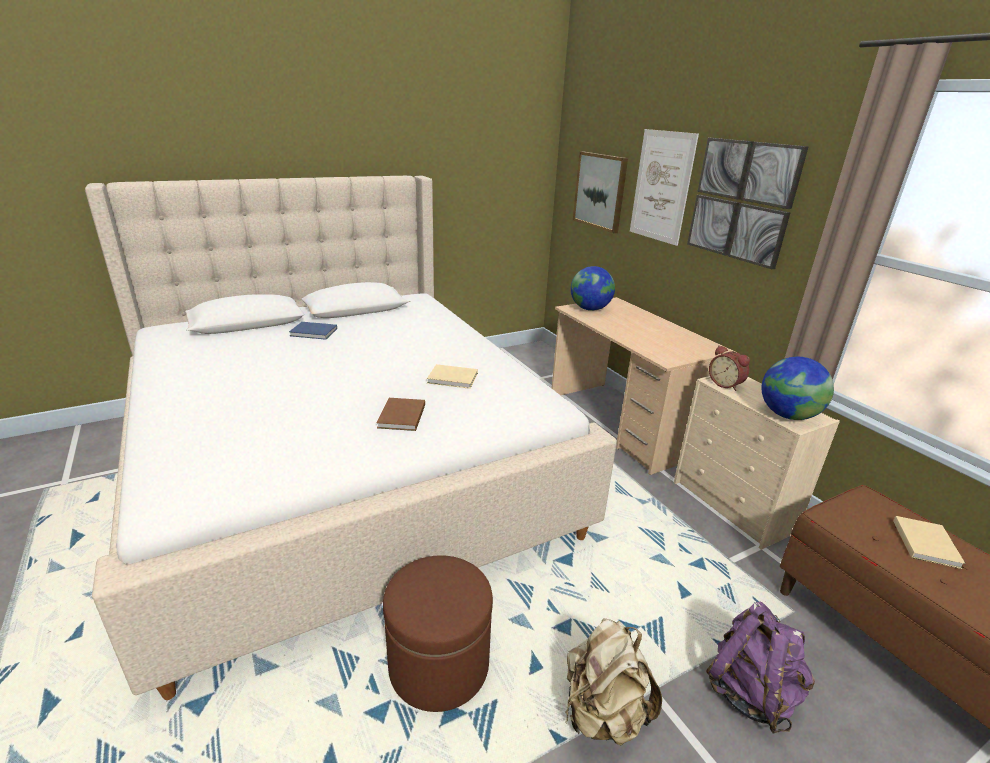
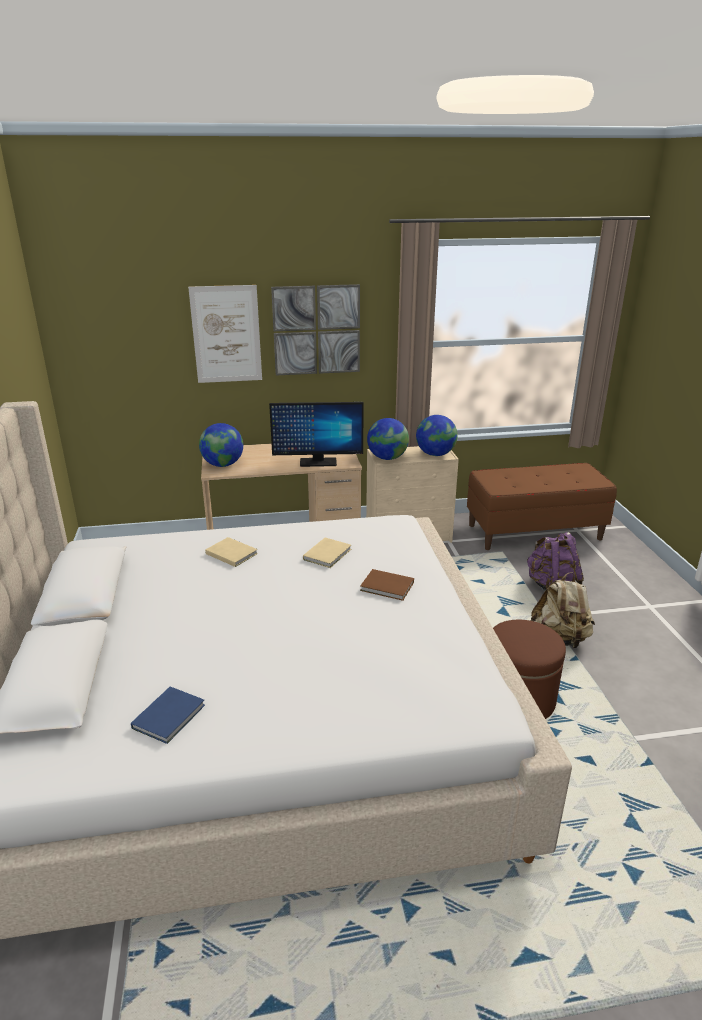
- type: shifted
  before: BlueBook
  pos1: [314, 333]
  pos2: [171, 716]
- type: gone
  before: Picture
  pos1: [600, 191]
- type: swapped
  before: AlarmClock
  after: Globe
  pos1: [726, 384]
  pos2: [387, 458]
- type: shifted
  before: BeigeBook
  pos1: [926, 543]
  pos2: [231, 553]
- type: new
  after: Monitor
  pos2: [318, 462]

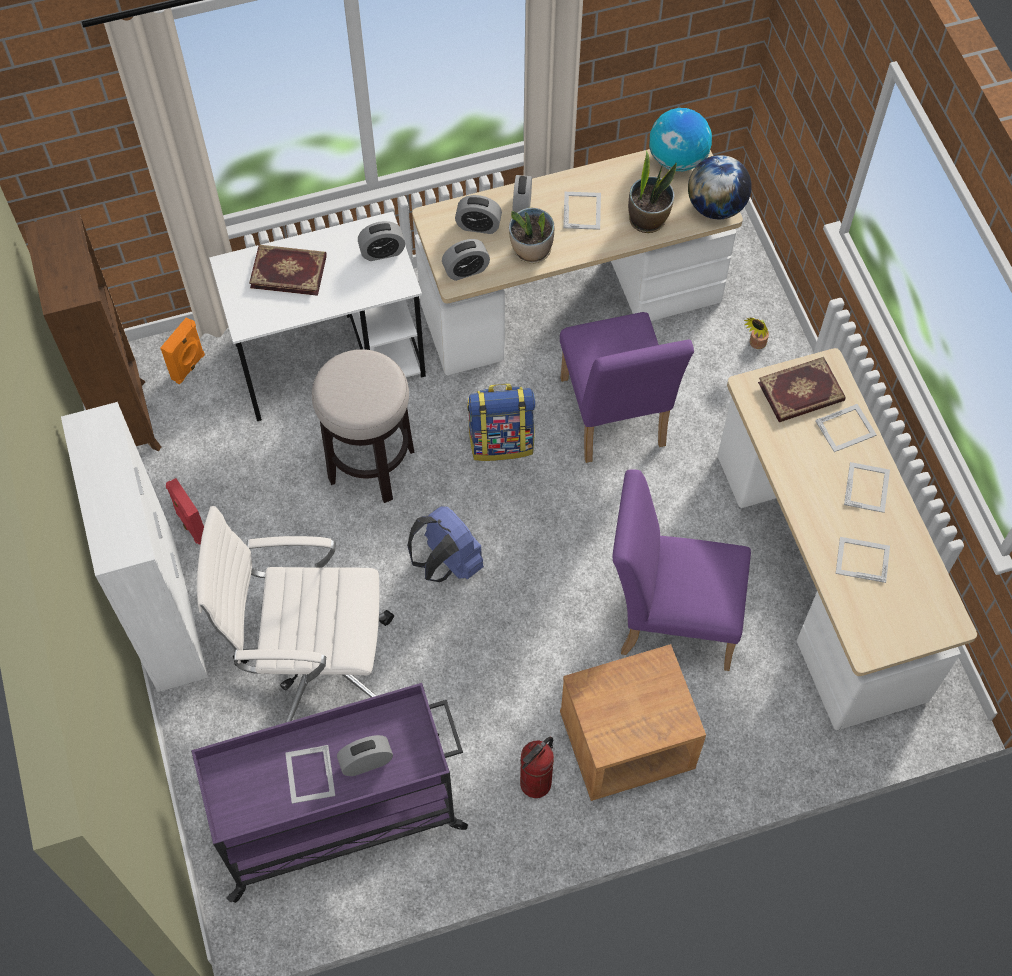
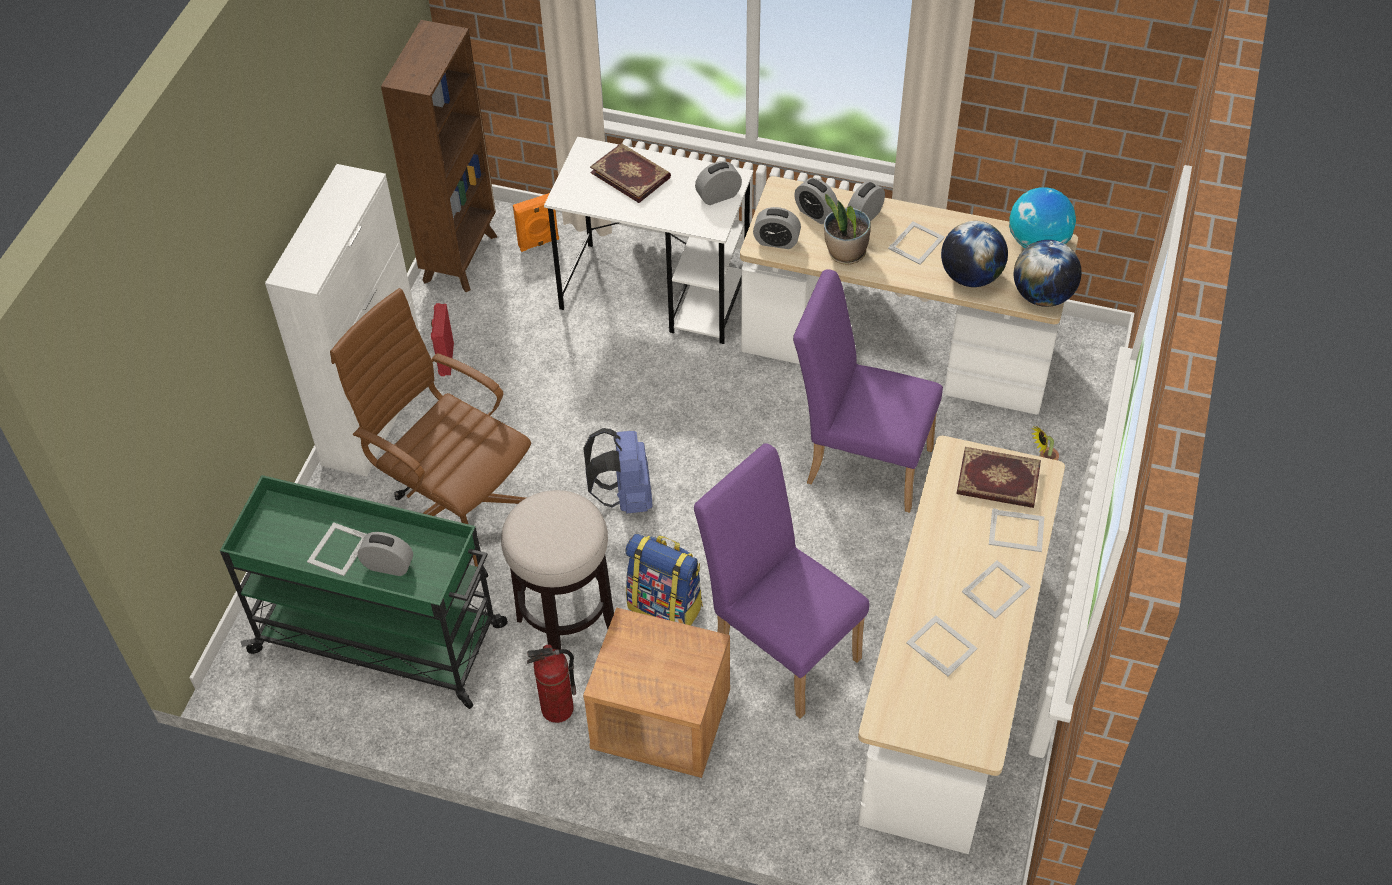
- type: repainted
  before: PurpleCart
  after: GreenCart
  pos1: [341, 816]
  pos2: [382, 639]
- type: repainted
  before: WhiteOfficeChair
  after: BrownOfficeChair
  pos1: [313, 661]
  pos2: [456, 510]
- type: shifted
  before: Stool
  pos1: [371, 465]
  pos2: [566, 624]
- type: rotated
  before: AlarmClock
  pos1: [382, 252]
  pos2: [718, 196]
  turn: 135
- type: shifted
  before: Backpack
  pos1: [502, 441]
  pos2: [666, 606]
- type: rotated
  before: PurpleChair
  pos1: [614, 420]
  pos2: [860, 460]
  turn: 90
- type: swapped
  before: PottedPlant
  after: Globe
  pos1: [648, 219]
  pos2: [970, 276]

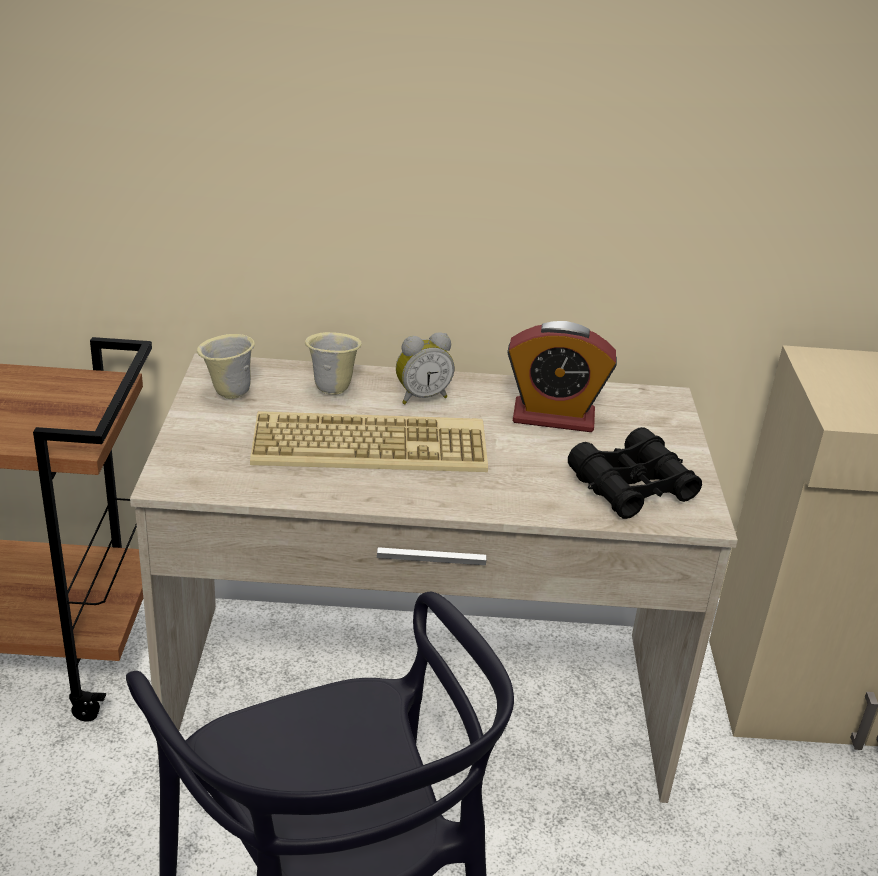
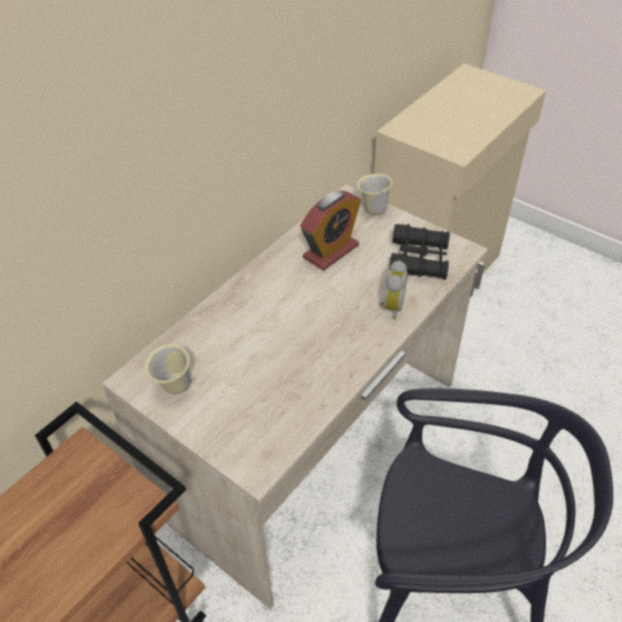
- type: gone
  before: Keyboard
  pos1: [372, 444]
- type: shifted
  before: BeigeMug
  pos1: [332, 388]
  pos2: [373, 210]
- type: shifted
  before: AlarmClock
  pos1: [421, 397]
  pos2: [391, 306]

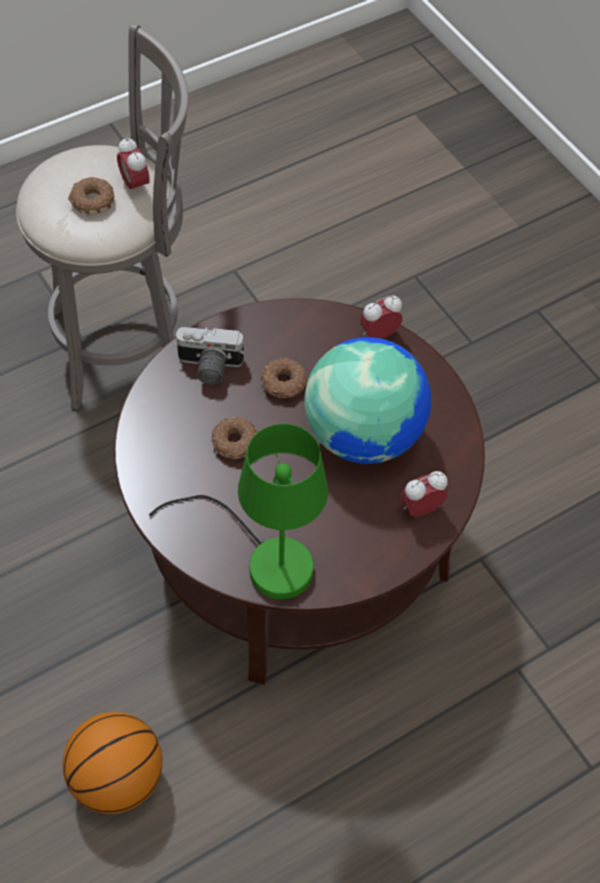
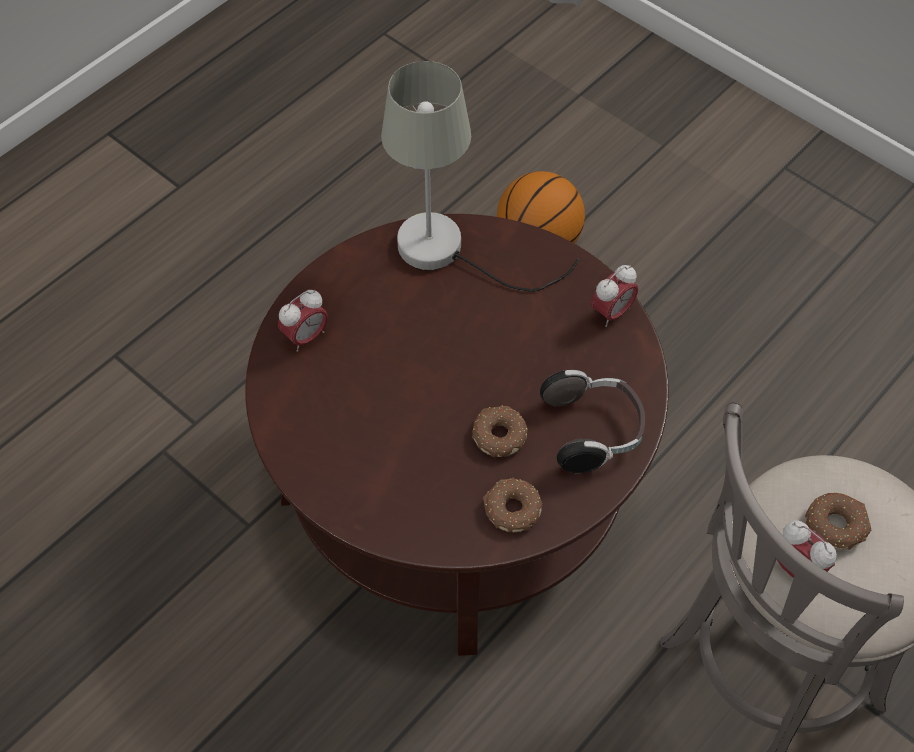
- type: repainted
  before: GreenTableLamp
  after: GreyTableLamp
  pos1: [265, 558]
  pos2: [448, 251]
- type: swapped
  before: PhotoCamera
  after: Headphones
  pos1: [208, 367]
  pos2: [593, 431]
- type: shifted
  before: Donut
  pos1: [235, 443]
  pos2: [511, 509]
- type: gone
  before: Globe
  pos1: [364, 434]
- type: shifted
  before: AlarmClock
  pos1: [379, 334]
  pos2: [612, 313]

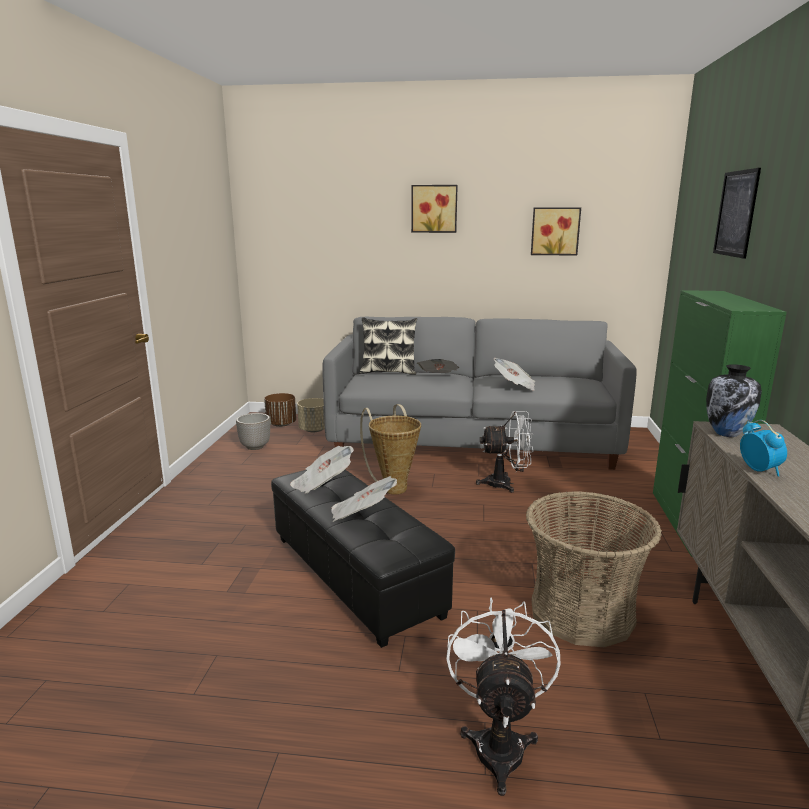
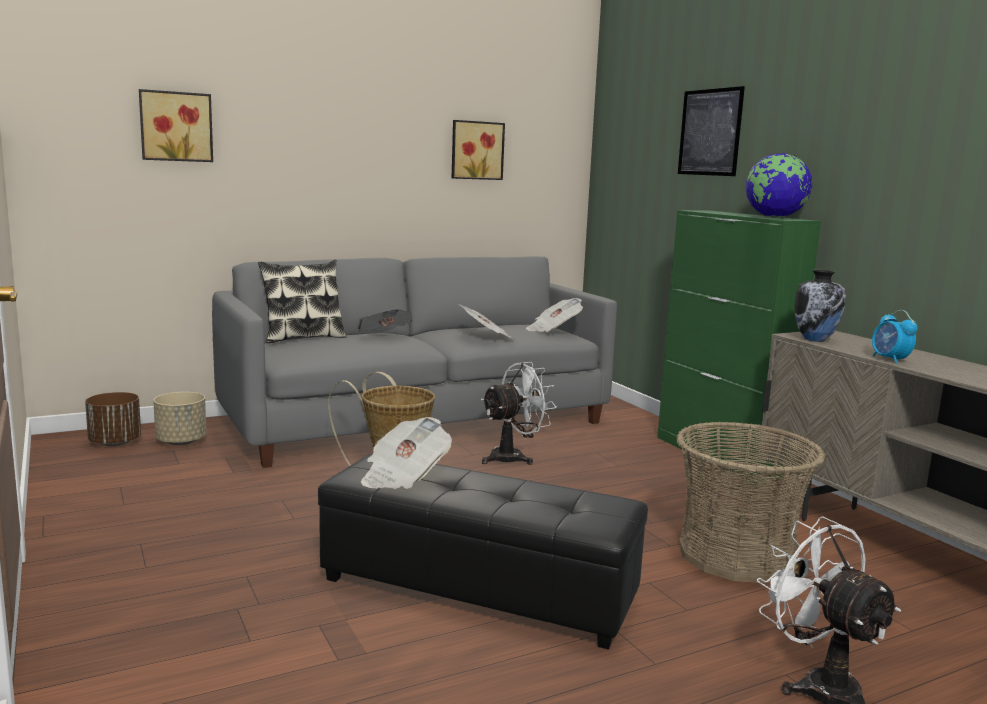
- type: gone
  before: Planter
  pos1: [254, 447]
- type: shifted
  before: Newspaper
  pos1: [361, 515]
  pos2: [553, 330]
- type: shifted
  before: Picture
  pos1: [434, 209]
  pos2: [176, 126]
- type: rotated
  before: AlarmClock
  pos1: [759, 470]
  pos2: [890, 360]
  turn: -150
- type: new
  after: Globe
  pos2: [774, 217]

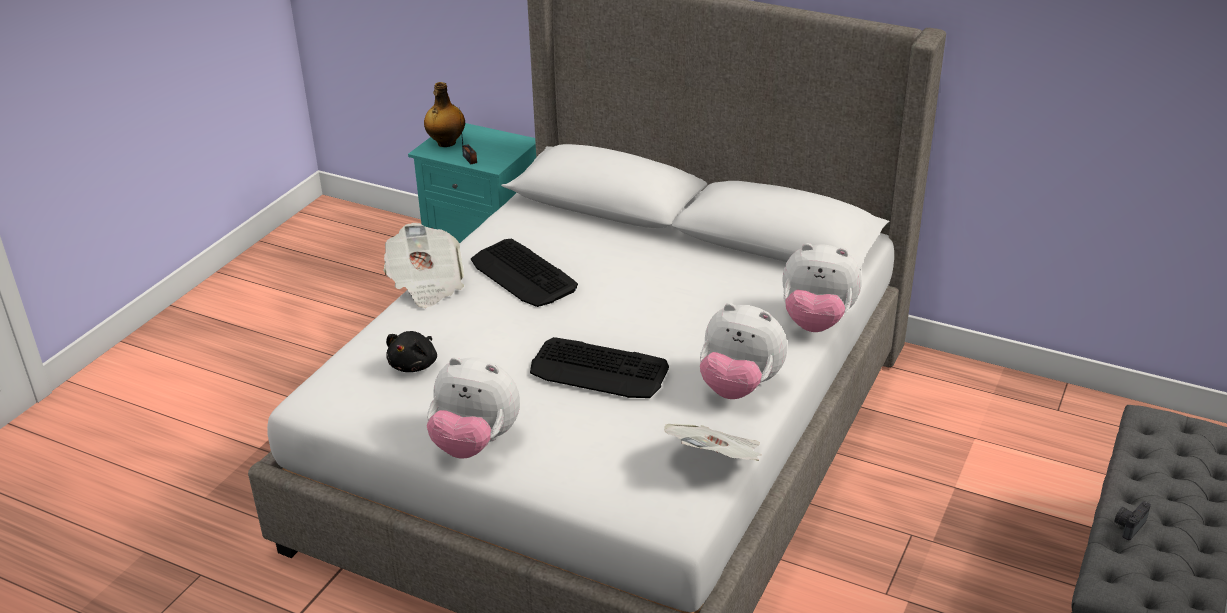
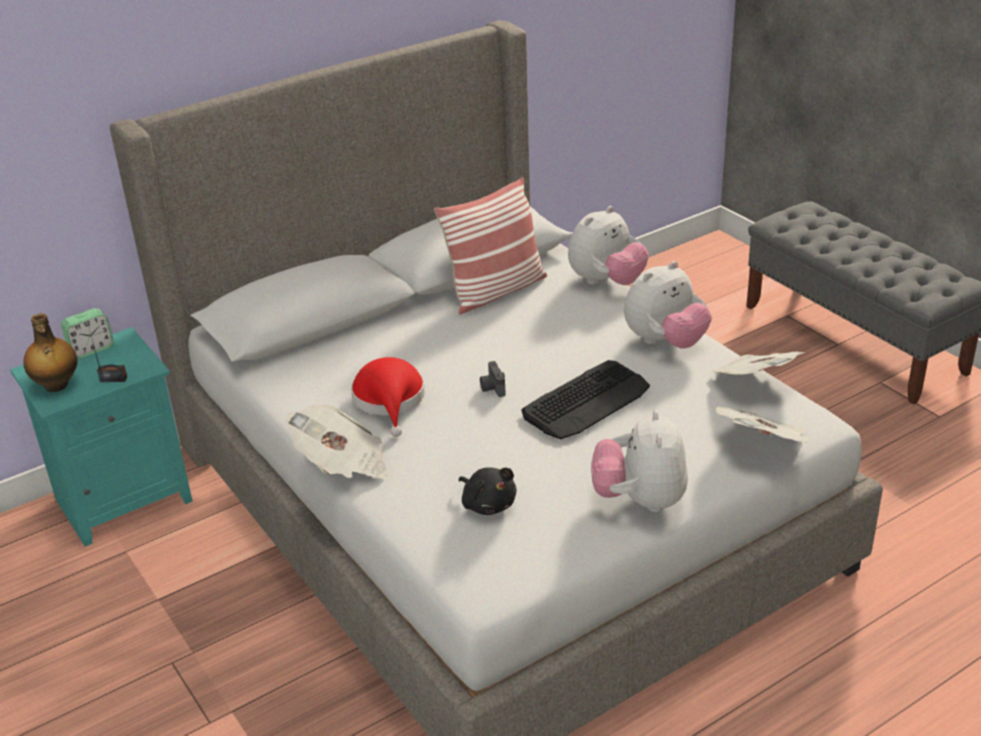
- type: rotated
  before: PlushToy
  pos1: [475, 443]
  pos2: [640, 500]
  turn: 135
- type: swapped
  before: Keyboard
  after: RedHat
  pos1: [523, 274]
  pos2: [390, 400]
- type: shifted
  before: PhotoCamera
  pos1: [1128, 526]
  pos2: [492, 388]
- type: new
  after: AlarmClock
  pos2: [91, 349]
- type: new
  after: Pillow
  pos2: [496, 291]
- type: new
  after: Newspaper
  pos2: [764, 445]

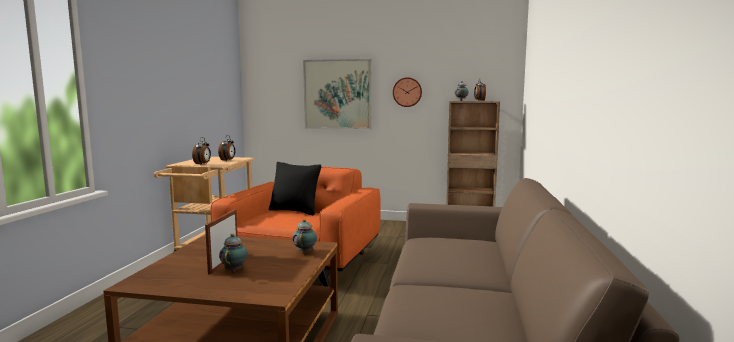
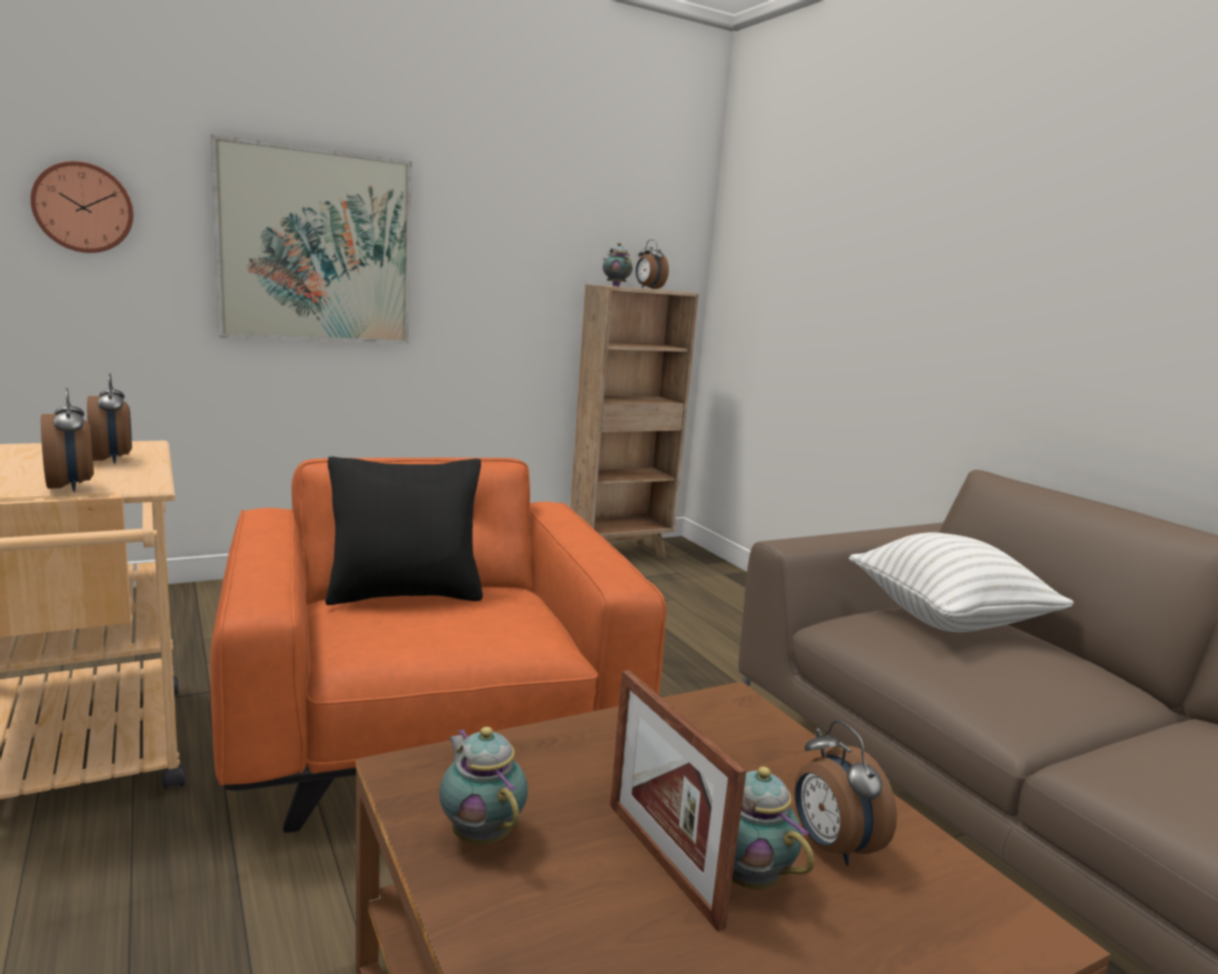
- type: shifted
  before: Teapot
  pos1: [305, 252]
  pos2: [480, 834]
- type: shifted
  before: WallClock
  pos1: [407, 92]
  pos2: [83, 208]
- type: new
  after: AlarmClock
  pos2: [831, 847]
- type: new
  after: WhitePillow
  pos2: [947, 620]

